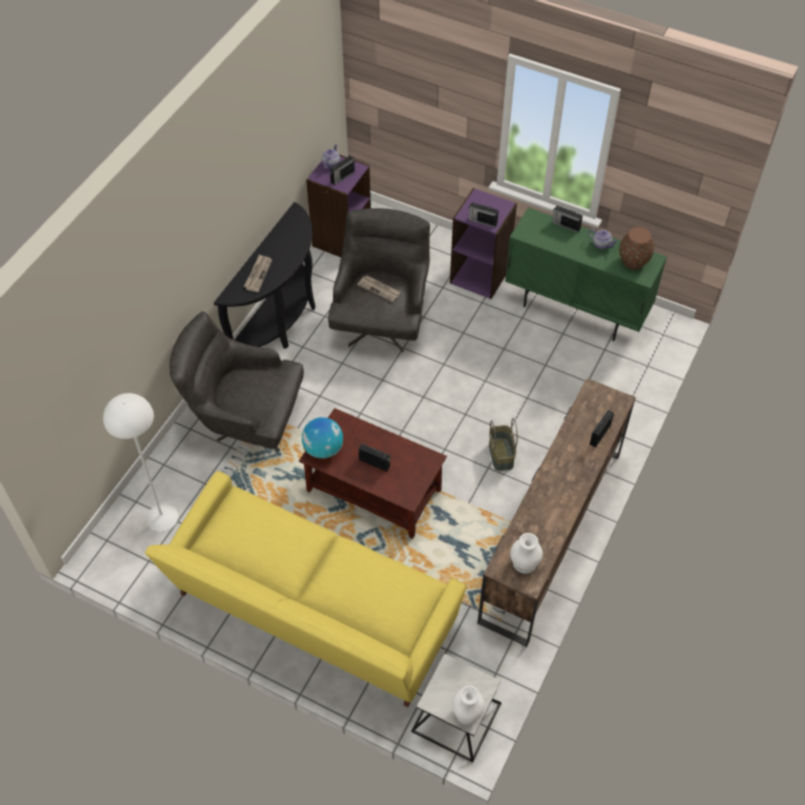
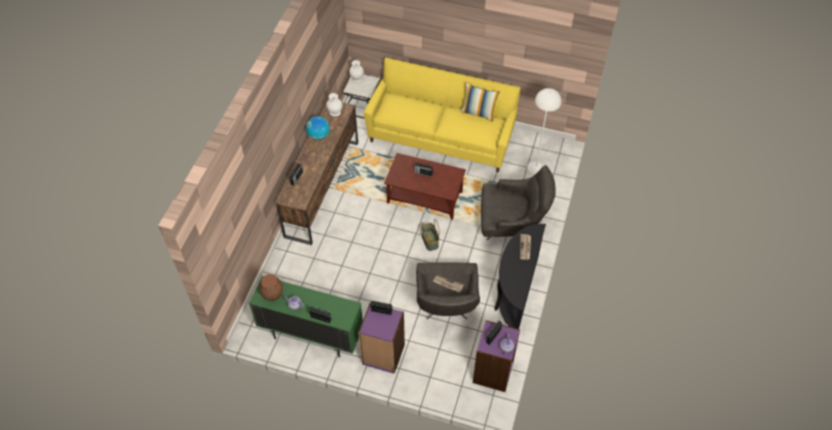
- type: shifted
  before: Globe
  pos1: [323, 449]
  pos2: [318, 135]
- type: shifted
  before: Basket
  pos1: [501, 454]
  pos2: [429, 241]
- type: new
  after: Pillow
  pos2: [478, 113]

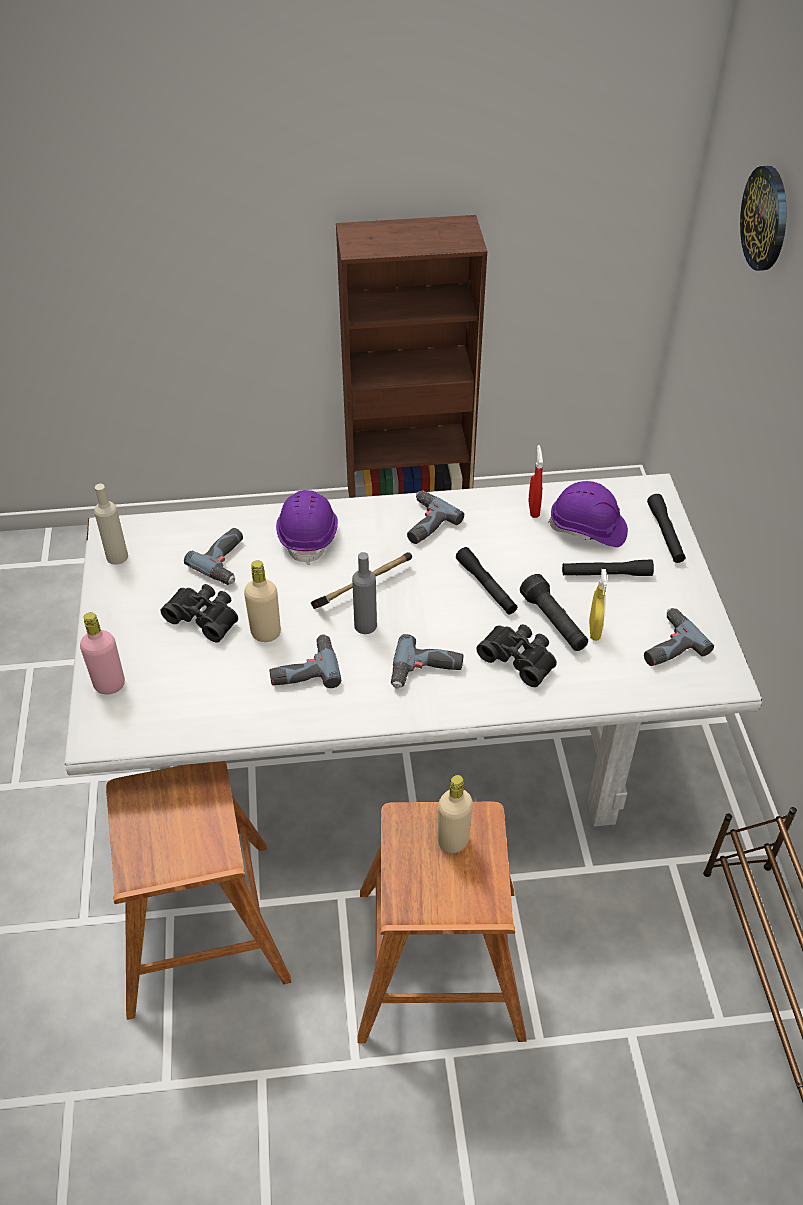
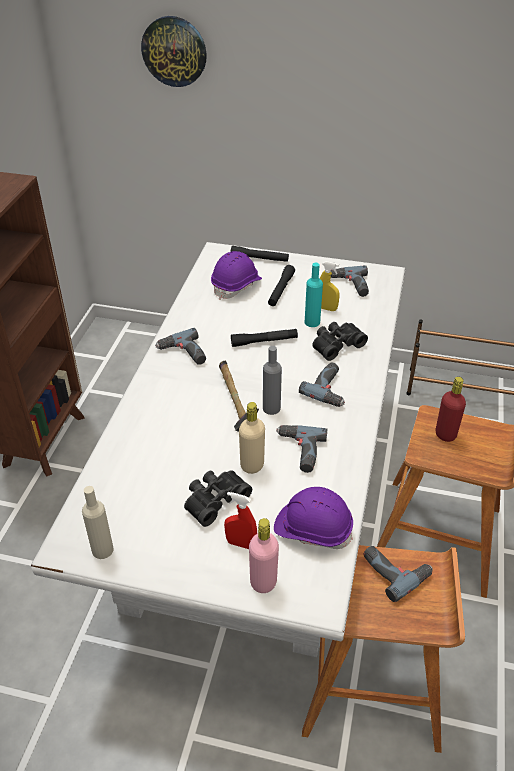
- type: shifted
  before: PowerDrill
  pos1: [227, 561]
  pos2: [395, 570]
- type: shifted
  before: PurpleHardHat
  pos1: [309, 535]
  pos2: [313, 529]
- type: repainted
  before: BeigeBottle
  after: RedBottle
  pos1: [453, 841]
  pos2: [445, 434]
- type: swapped
  before: BlackFlashlight
  after: TurquoiseBottle
  pos1: [554, 623]
  pos2: [312, 322]
- type: shifted
  before: RedSprayBottle
  pos1: [533, 509]
  pos2: [241, 543]

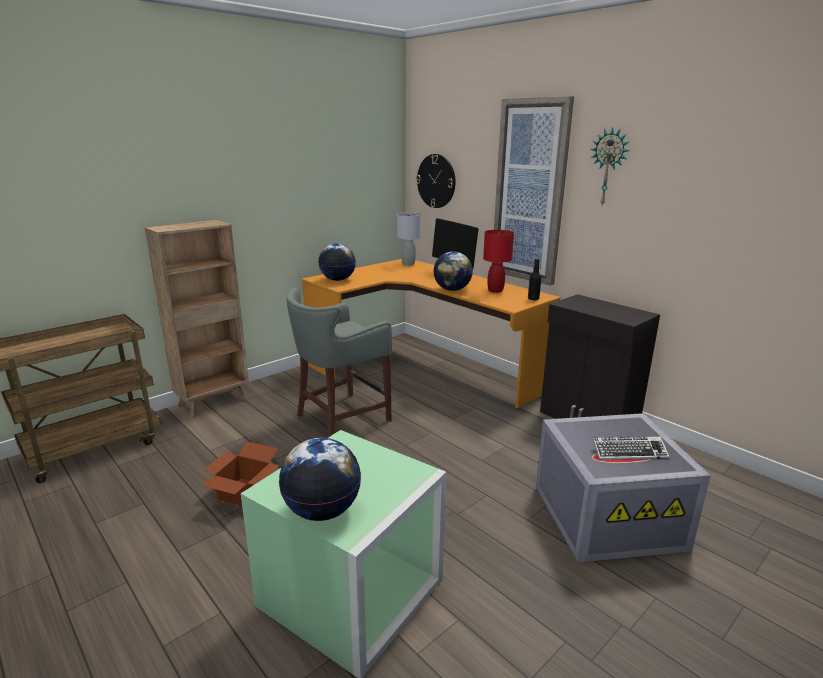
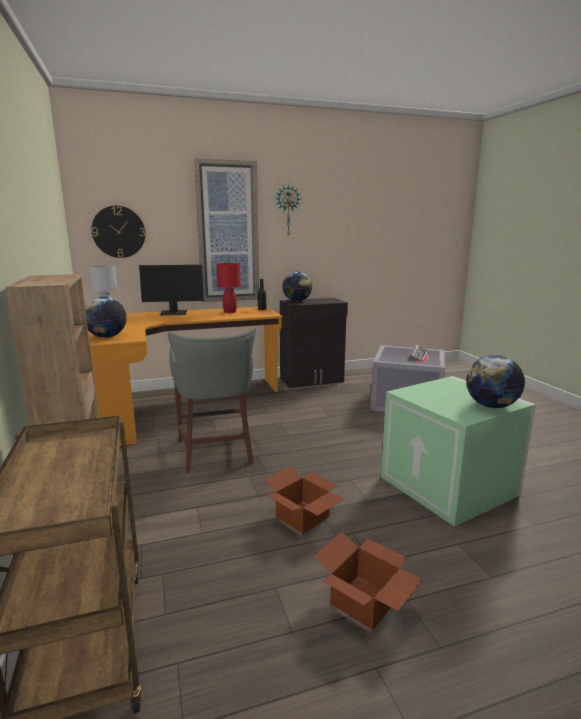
- type: shifted
  before: Globe
  pos1: [452, 290]
  pos2: [297, 301]
- type: new
  after: CardboardBox
  pos2: [365, 603]

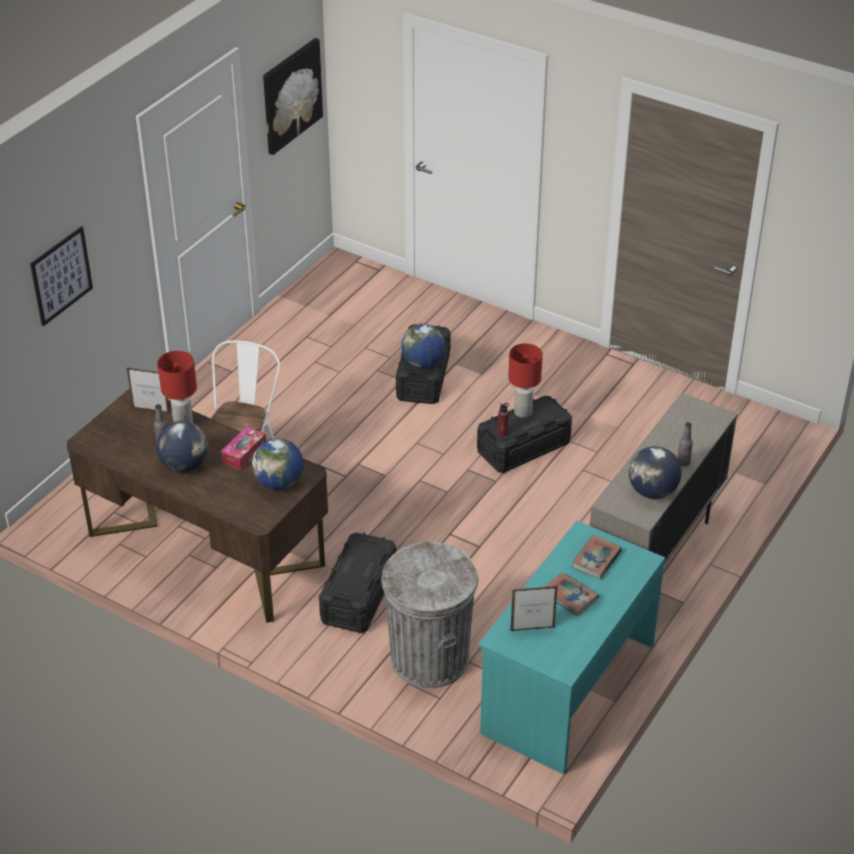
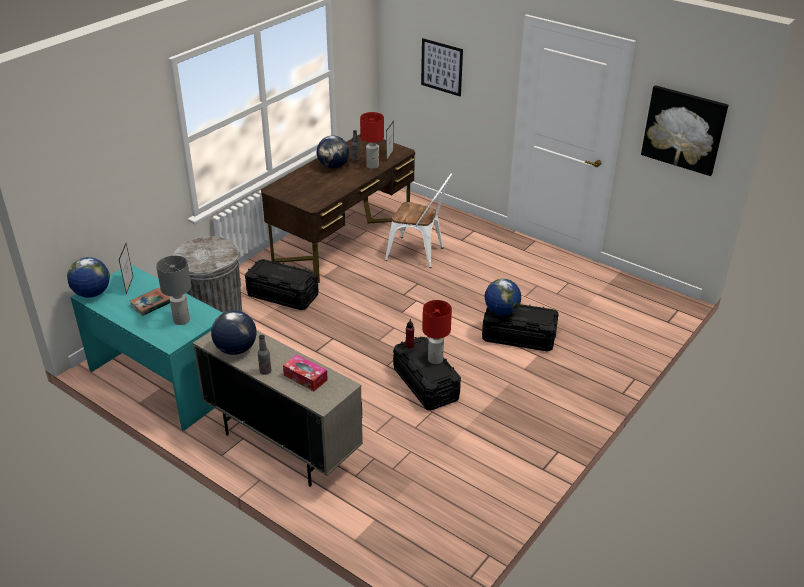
- type: shifted
  before: TissueBox
  pos1: [244, 453]
  pos2: [305, 377]
- type: shifted
  before: Globe
  pos1: [279, 483]
  pos2: [92, 293]
- type: swapped
  before: Book
  after: GreyTableLamp
  pos1: [596, 560]
  pos2: [181, 320]

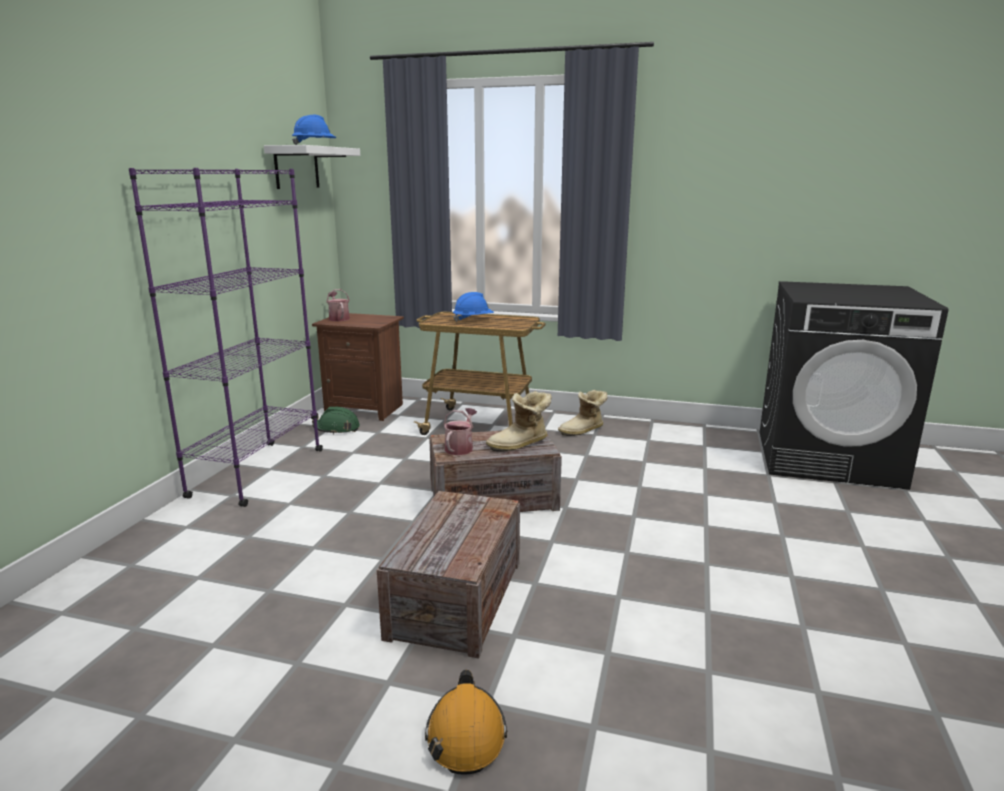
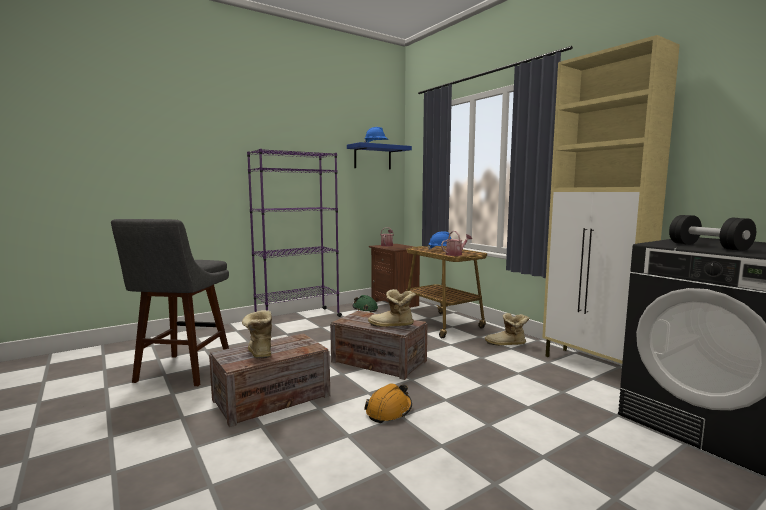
- type: repainted
  before: WhiteShelf
  after: BlueShelf
  pos1: [296, 167]
  pos2: [372, 157]
- type: shifted
  before: OrangeHardHat
  pos1: [466, 734]
  pos2: [389, 411]
- type: shifted
  before: WateringCan
  pos1: [460, 447]
  pos2: [456, 254]
- type: new
  after: GreyStool
  pos2: [182, 372]
- type: new
  after: Boot
  pos2: [259, 353]
- type: new
  after: BeigeCabinet
  pos2: [592, 366]
- type: new
  after: BlackDumbbell
  pos2: [708, 247]

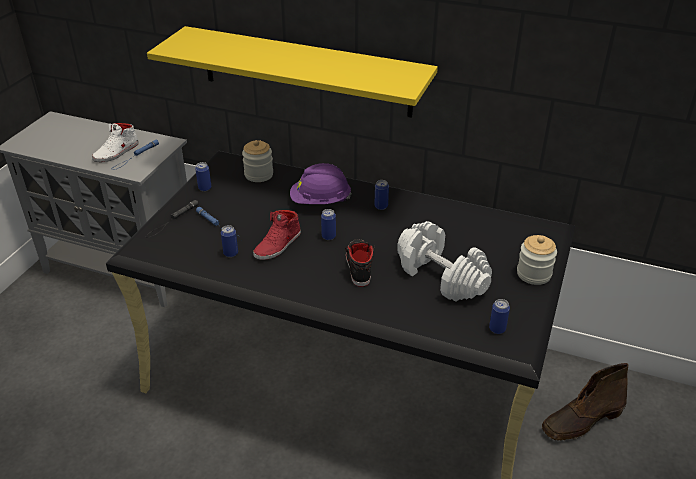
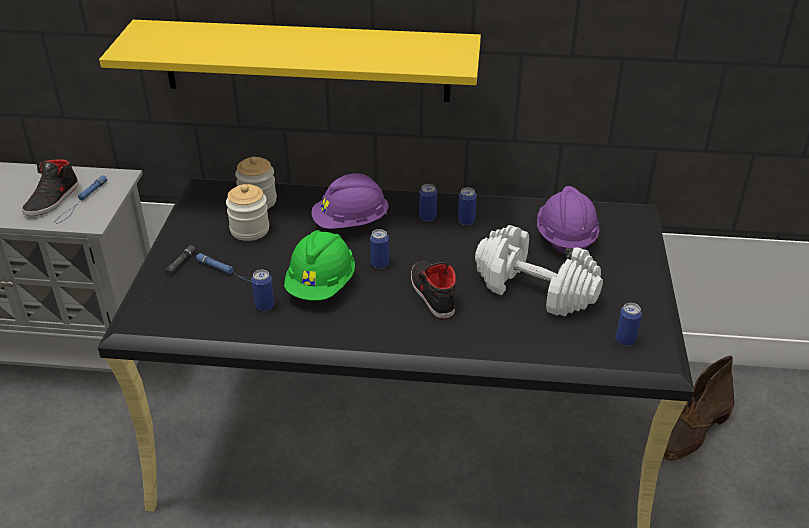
- type: repainted
  before: WhiteShoe
  after: BlackShoe
  pos1: [116, 152]
  pos2: [53, 200]
- type: shifted
  before: Can
  pos1: [205, 188]
  pos2: [466, 221]
- type: swapped
  before: RedShoe
  after: GreenHardHat
  pos1: [278, 245]
  pos2: [321, 285]
- type: shifted
  before: Jar
  pos1: [533, 274]
  pos2: [250, 230]
- type: new
  after: PurpleHardHat
  pos2: [565, 238]

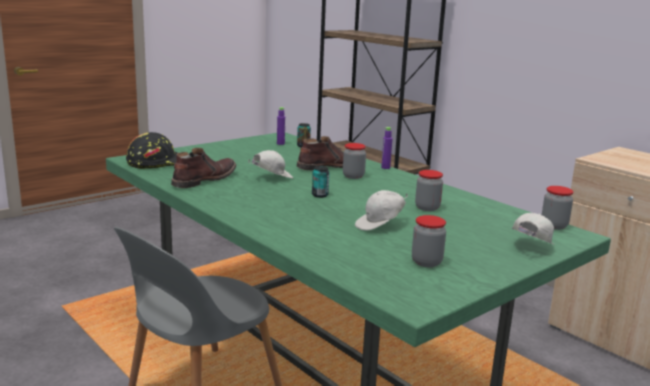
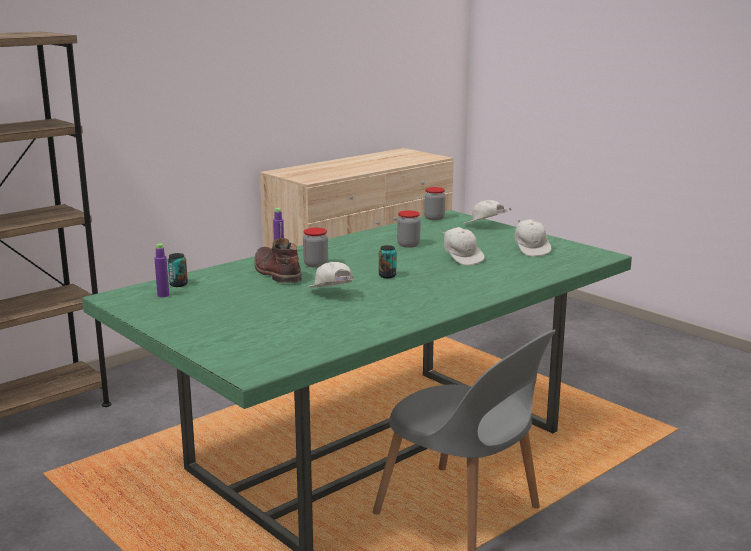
- type: gone
  before: BlackHardHat
  pos1: [154, 162]
- type: gone
  before: BrownBoot
  pos1: [204, 179]
- type: swapped
  before: Jar
  after: WhiteCap
  pos1: [426, 262]
  pos2: [531, 250]

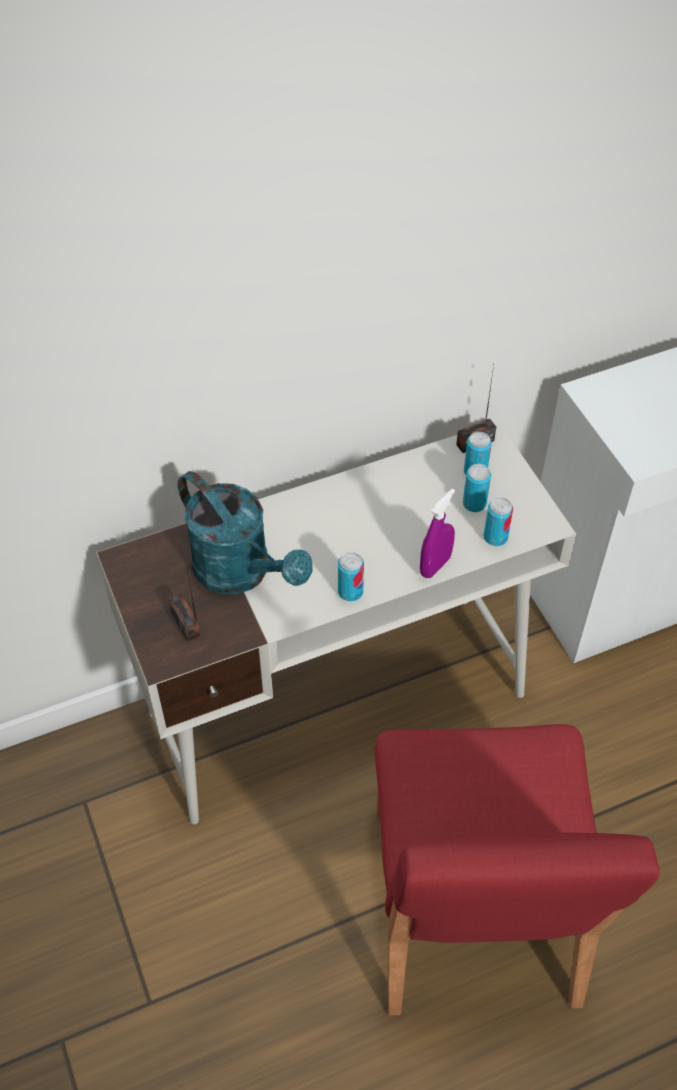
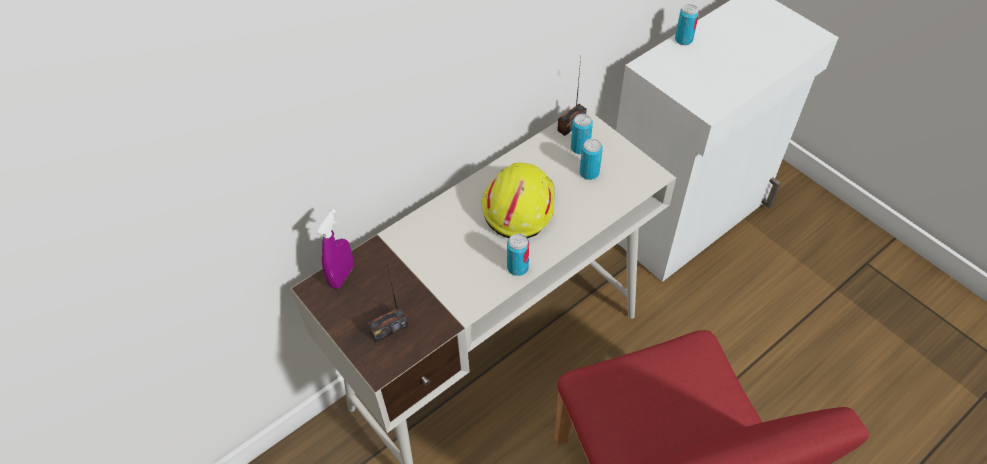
- type: rotated
  before: Radio
  pos1: [185, 623]
  pos2: [389, 329]
  turn: -75
- type: gone
  before: TurquoiseWateringCan
  pos1: [242, 572]
- type: shifted
  before: PurpleSprayBottle
  pos1: [435, 566]
  pos2: [342, 276]
- type: shifted
  before: Can
  pos1: [495, 537]
  pos2: [683, 40]
- type: new
  after: YellowHardHat
  pos2: [517, 205]

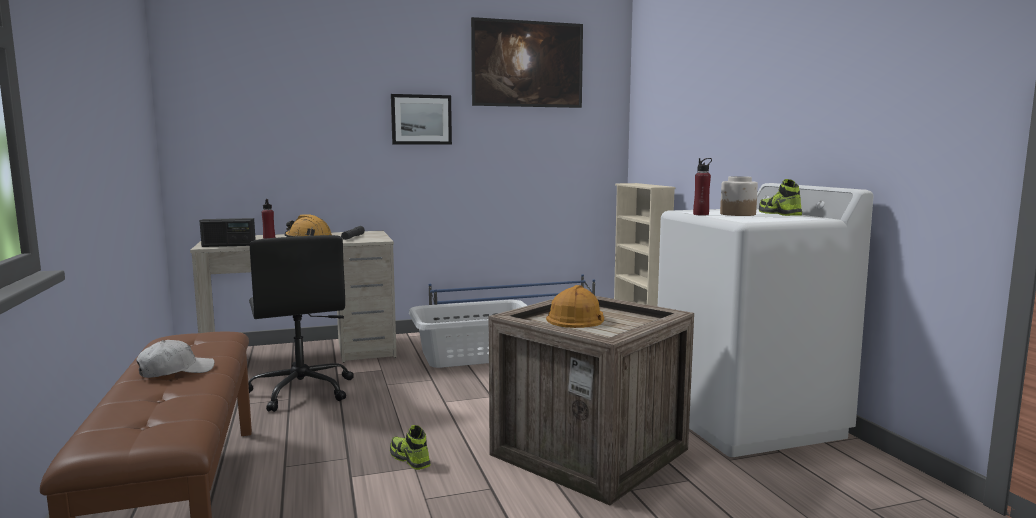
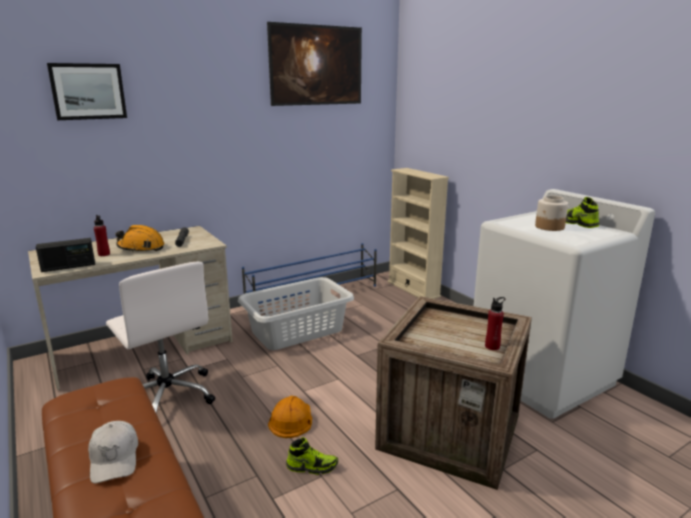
- type: rotated
  before: WhiteCap
  pos1: [176, 371]
  pos2: [115, 458]
  turn: 120
- type: repainted
  before: BlackOfficeChair
  after: WhiteOfficeChair
  pos1: [301, 391]
  pos2: [167, 396]
- type: rotated
  before: Shoe
  pos1: [410, 459]
  pos2: [312, 466]
  turn: 150
- type: shifted
  before: Picture
  pos1: [421, 119]
  pos2: [88, 91]
- type: shifted
  before: OrangeHardHat
  pos1: [576, 318]
  pos2: [291, 419]
- type: shifted
  before: RedBottle
  pos1: [701, 214]
  pos2: [492, 346]

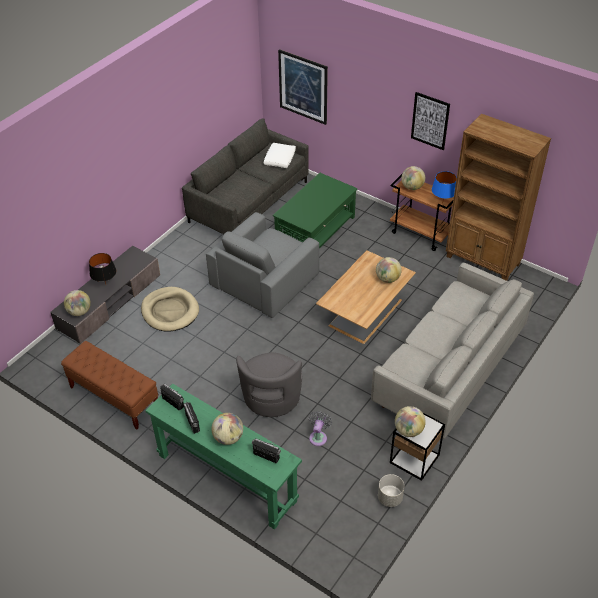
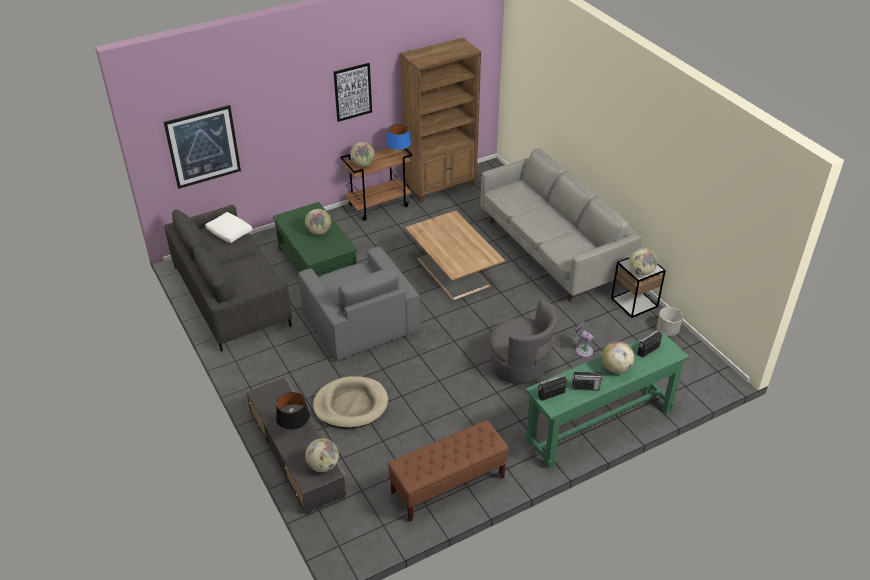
- type: shifted
  before: Globe
  pos1: [387, 279]
  pos2: [319, 232]

